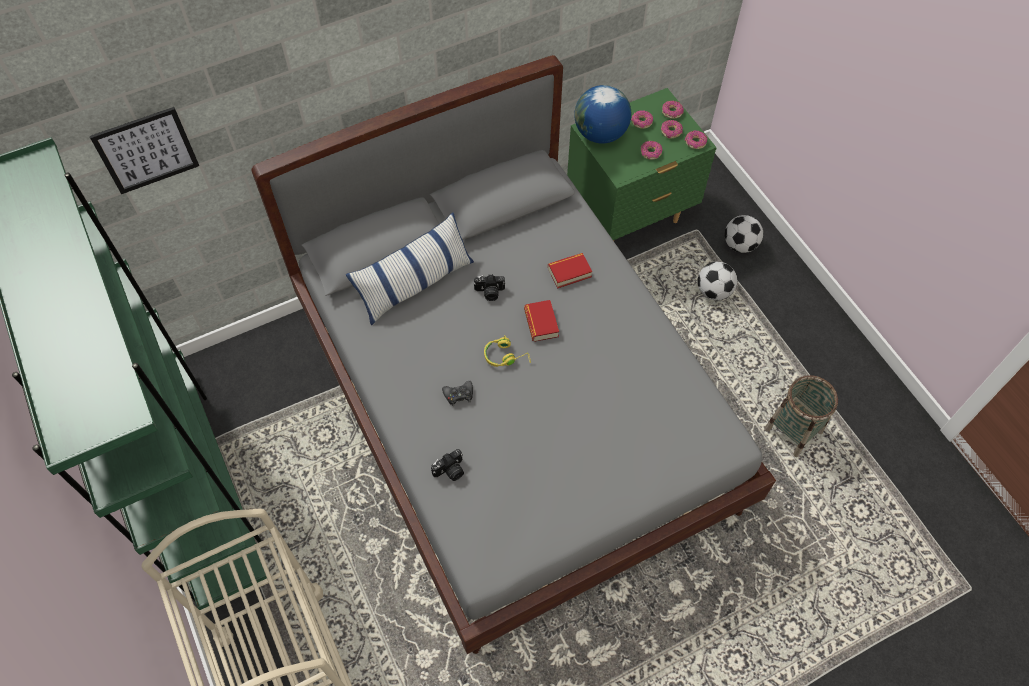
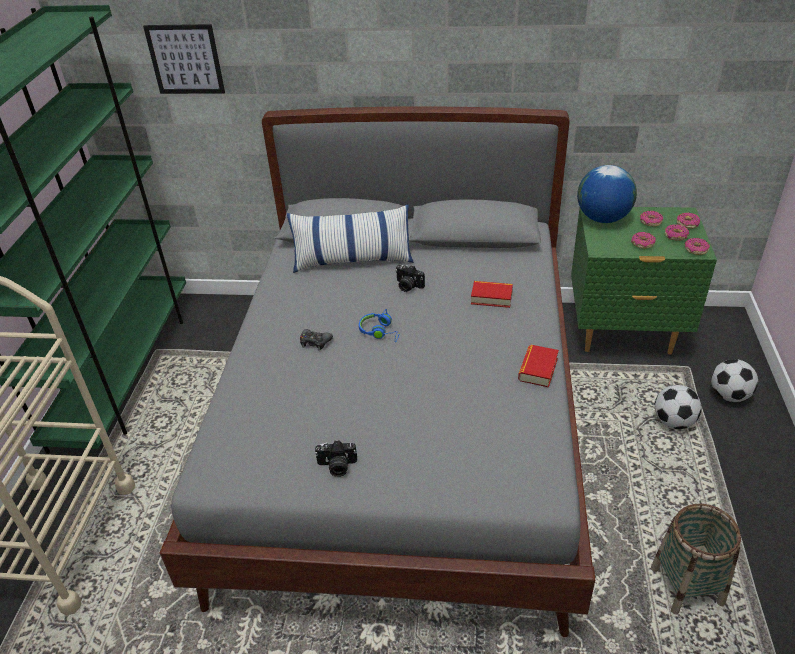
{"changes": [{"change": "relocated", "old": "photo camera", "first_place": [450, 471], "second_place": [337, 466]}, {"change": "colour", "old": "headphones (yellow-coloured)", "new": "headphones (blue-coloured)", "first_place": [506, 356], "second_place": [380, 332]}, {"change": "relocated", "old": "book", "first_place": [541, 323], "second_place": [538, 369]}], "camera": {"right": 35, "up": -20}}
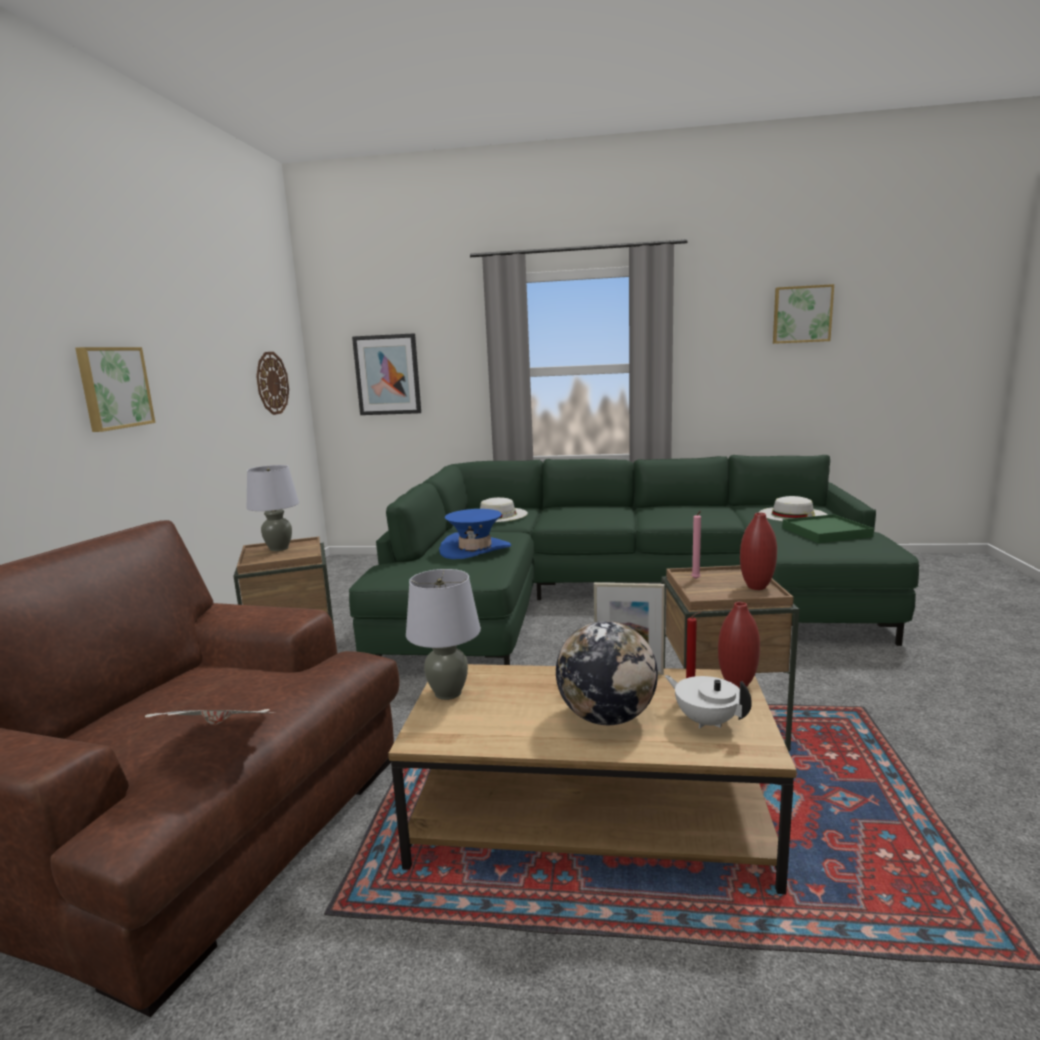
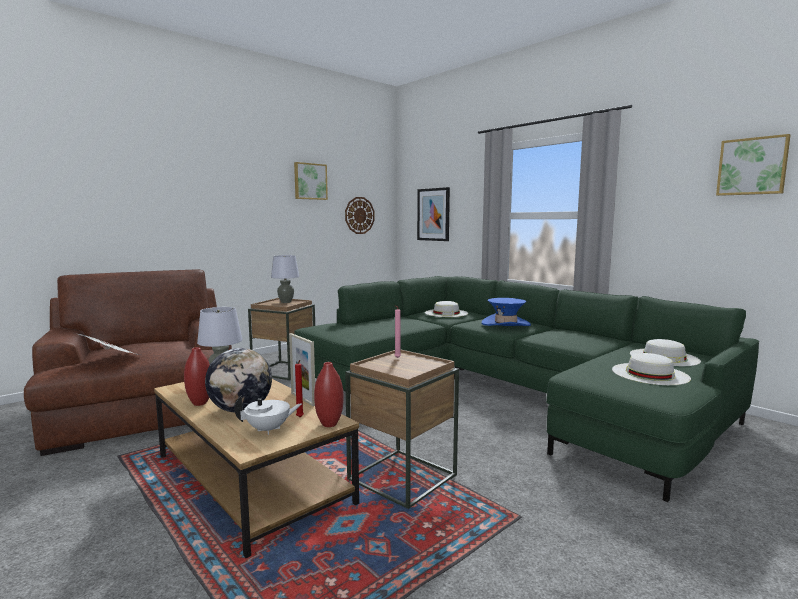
{"changes": [{"change": "relocated", "old": "wall art", "first_place": [113, 388], "second_place": [310, 181]}, {"change": "relocated", "old": "clothing hat (blue-coloured)", "first_place": [475, 549], "second_place": [505, 324]}, {"change": "spun", "old": "teapot (white-coloured)", "first_place": [706, 721], "second_place": [269, 429], "degrees": 75}, {"change": "relocated", "old": "decorative vase (red)", "first_place": [756, 587], "second_place": [200, 403]}, {"change": "exchanged", "old": "serving tray (greenish)", "new": "clothing hat (white-coloured)", "first_place": [826, 532], "second_place": [650, 374]}], "camera": {"right": 40, "up": -5}}
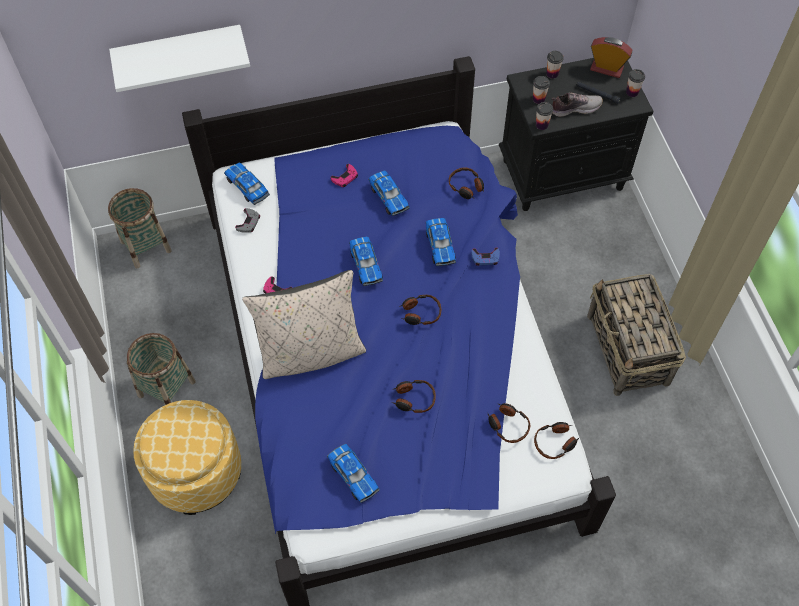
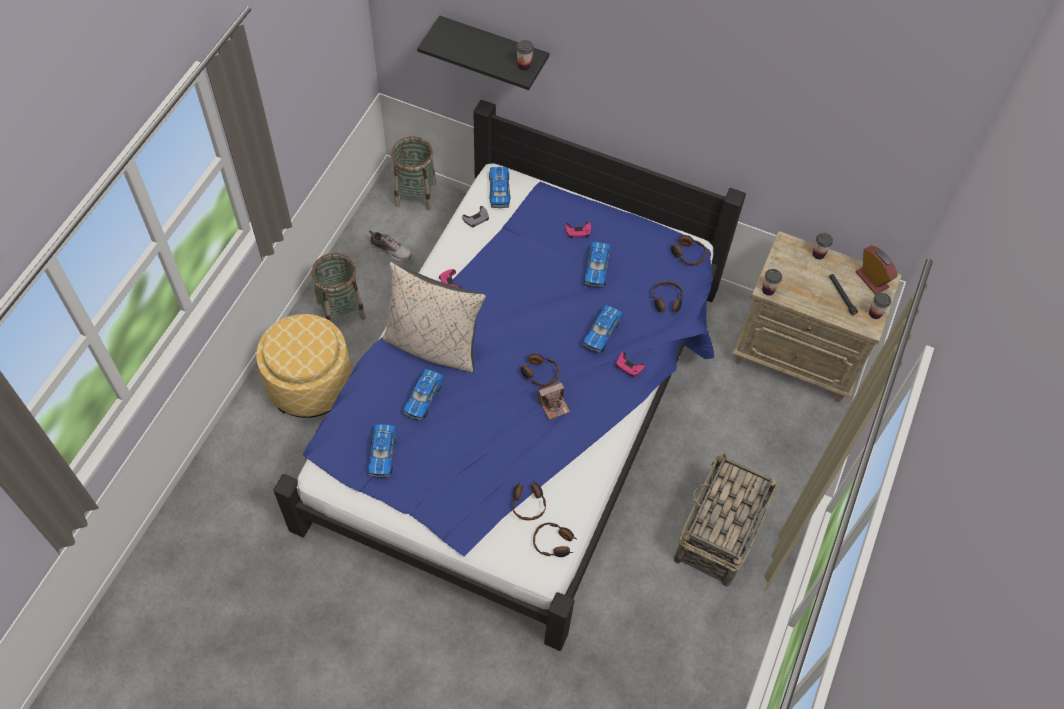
{"changes": [{"change": "colour", "old": "wall shelf (white-coloured)", "new": "wall shelf (black)", "first_place": [179, 54], "second_place": [494, 50]}, {"change": "relocated", "old": "toy car", "first_place": [366, 264], "second_place": [423, 397]}, {"change": "relocated", "old": "headphones", "first_place": [413, 399], "second_place": [687, 253]}, {"change": "colour", "old": "joypad (blue-coloured)", "new": "joypad (pink)", "first_place": [485, 258], "second_place": [629, 366]}, {"change": "colour", "old": "bedside table (black)", "new": "bedside table (beige)", "first_place": [563, 173], "second_place": [798, 355]}, {"change": "relocated", "old": "cup", "first_place": [538, 99], "second_place": [524, 65]}, {"change": "relocated", "old": "shoe", "first_place": [574, 108], "second_place": [391, 250]}, {"change": "appeared", "new": "photo camera", "second_place": [553, 405]}], "camera": {"right": 35, "up": 0}}
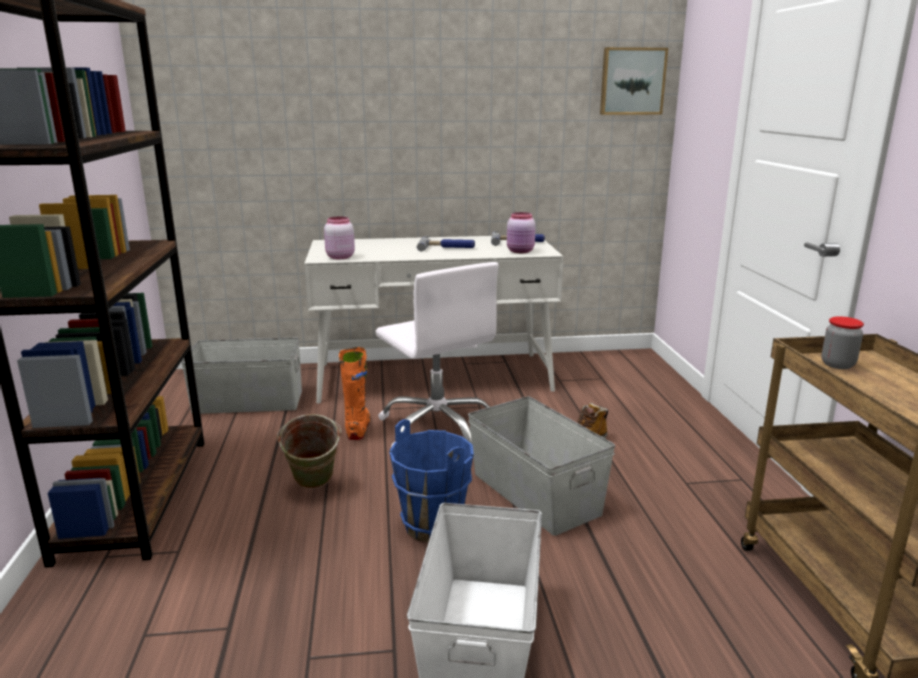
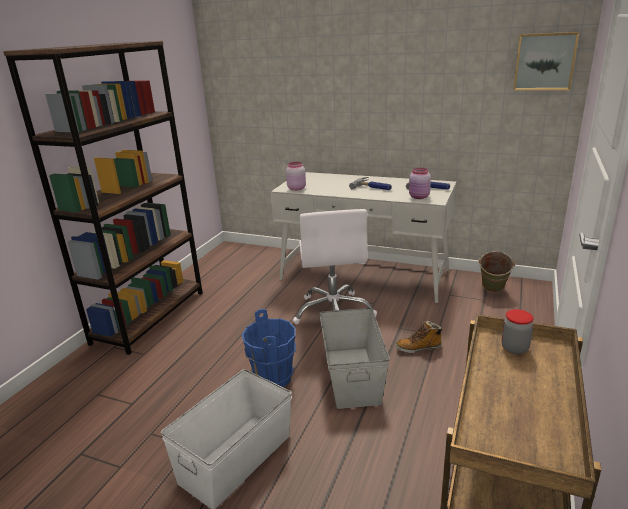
{"changes": [{"change": "missing", "old": "storage container (grey)", "first_place": [248, 401]}, {"change": "relocated", "old": "water bucket (greenish)", "first_place": [313, 487], "second_place": [492, 291]}, {"change": "missing", "old": "high-top boot (orangey)", "first_place": [358, 428]}], "camera": {"right": 30, "up": 5}}
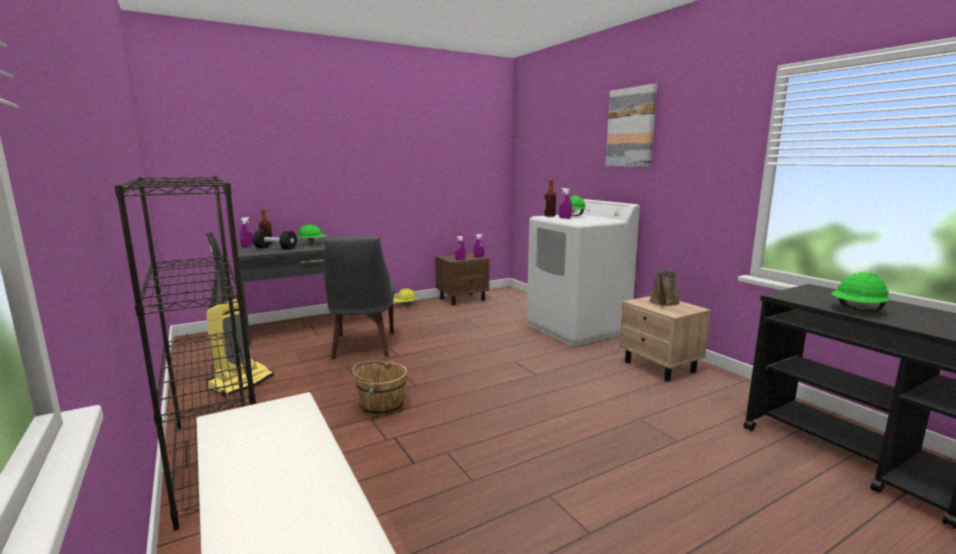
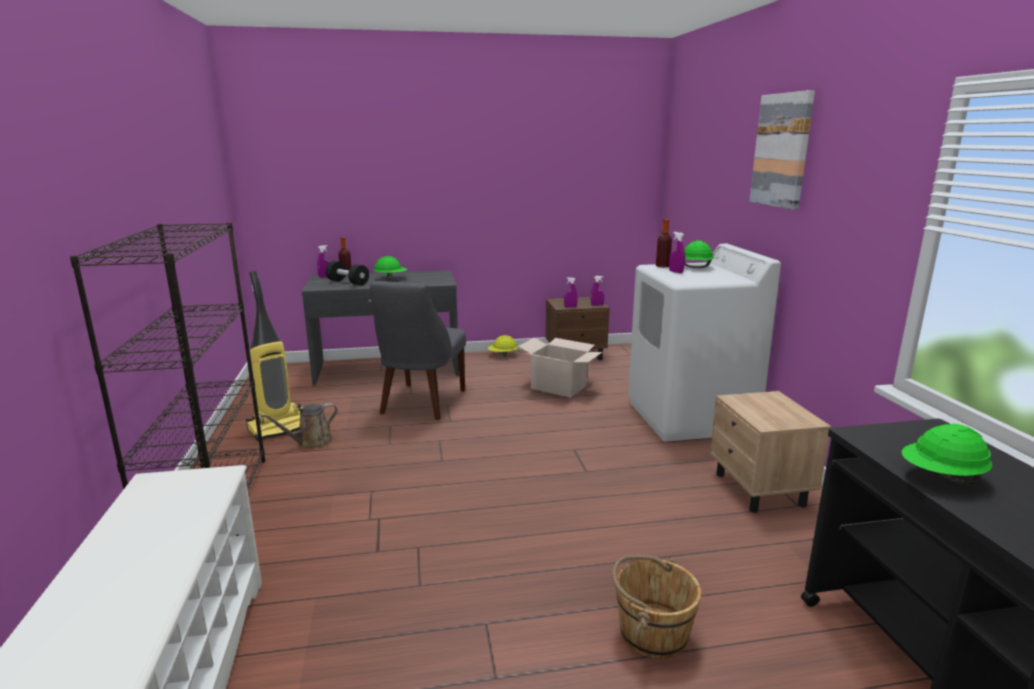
{"changes": [{"change": "relocated", "old": "water bucket (brown)", "first_place": [381, 406], "second_place": [652, 632]}, {"change": "relocated", "old": "watering pot (brown)", "first_place": [663, 302], "second_place": [311, 442]}, {"change": "appeared", "new": "packing box", "second_place": [558, 387]}], "camera": {"right": 20, "up": 5}}
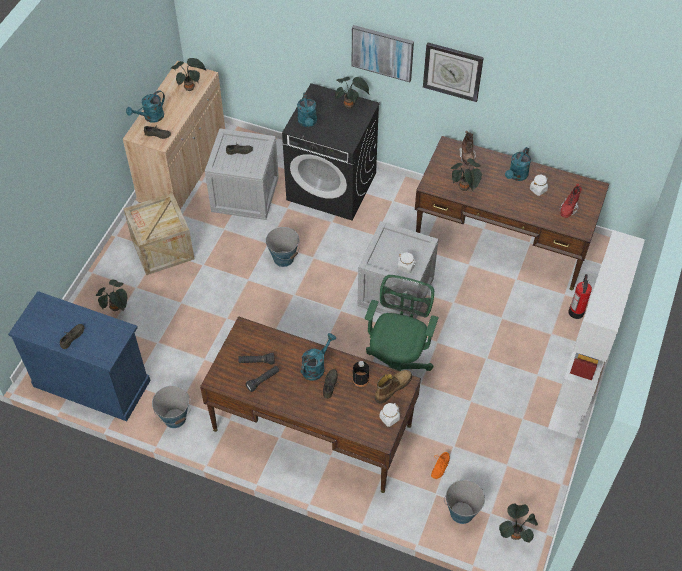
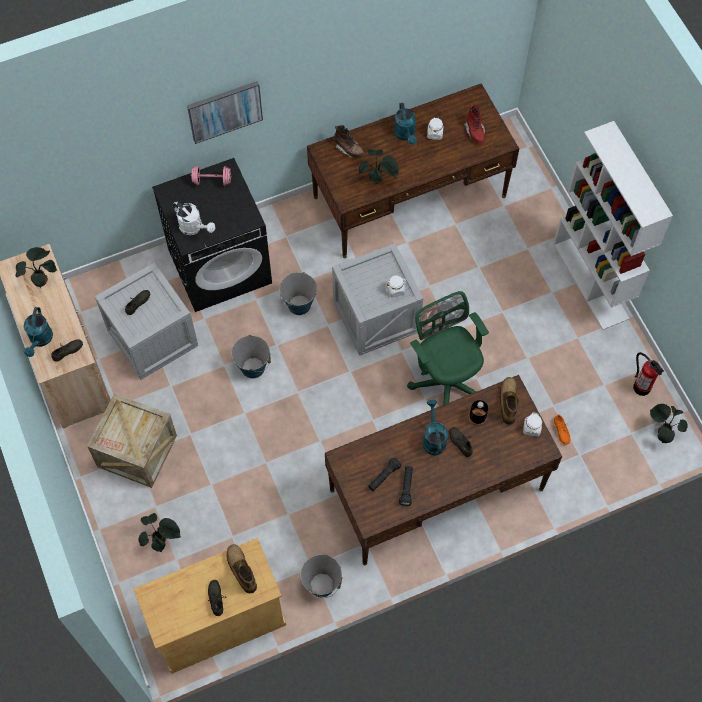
{"changes": [{"change": "colour", "old": "storage cabinet (blue-coloured)", "new": "storage cabinet (beige)", "first_place": [92, 383], "second_place": [218, 622]}, {"change": "colour", "old": "watering pot (blue-green)", "new": "watering pot (white-coloured)", "first_place": [308, 123], "second_place": [194, 227]}, {"change": "exchanged", "old": "houseplant", "new": "hand weight (pink)", "first_place": [350, 105], "second_place": [212, 180]}, {"change": "missing", "old": "clock on the wall", "first_place": [452, 71]}, {"change": "relocated", "old": "water bucket", "first_place": [461, 512], "second_place": [299, 305]}, {"change": "relocated", "old": "fire-fighting cylinder", "first_place": [576, 312], "second_place": [642, 387]}, {"change": "appeared", "new": "high-top boot", "second_place": [241, 570]}], "camera": {"right": -45, "up": 10}}
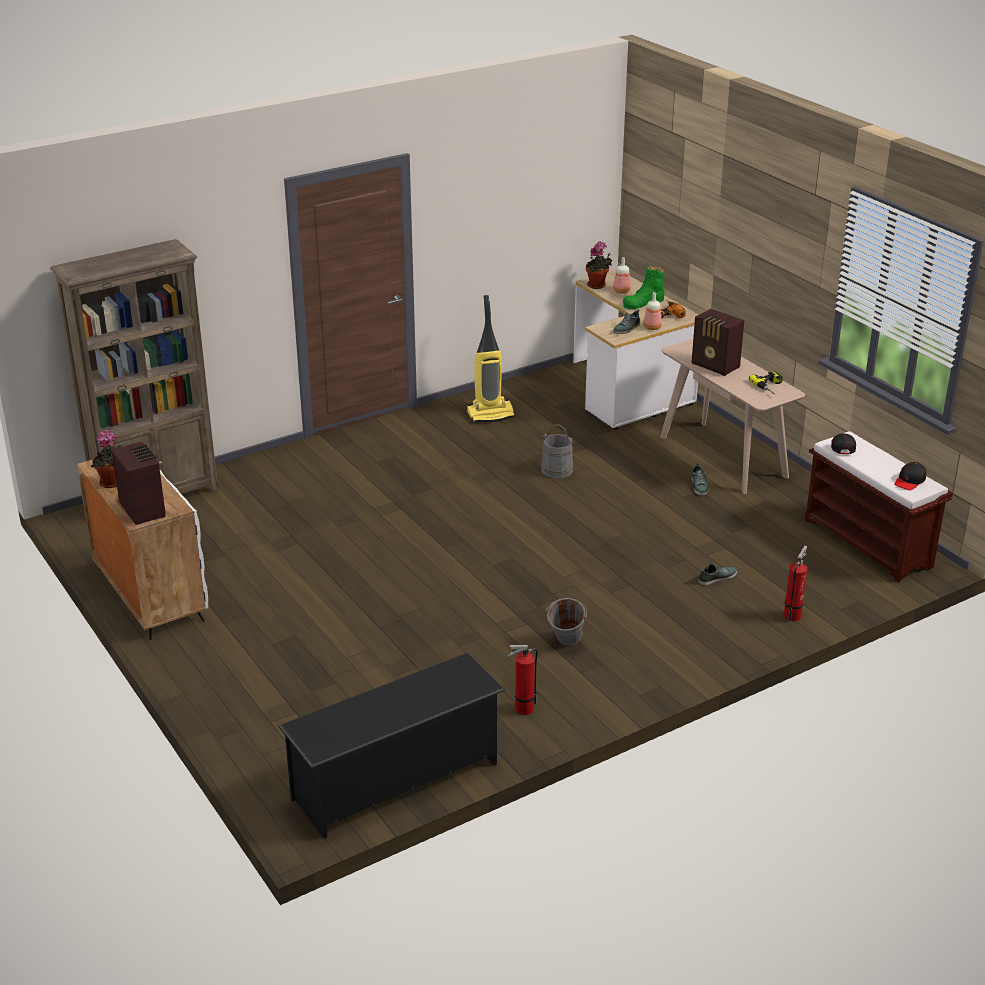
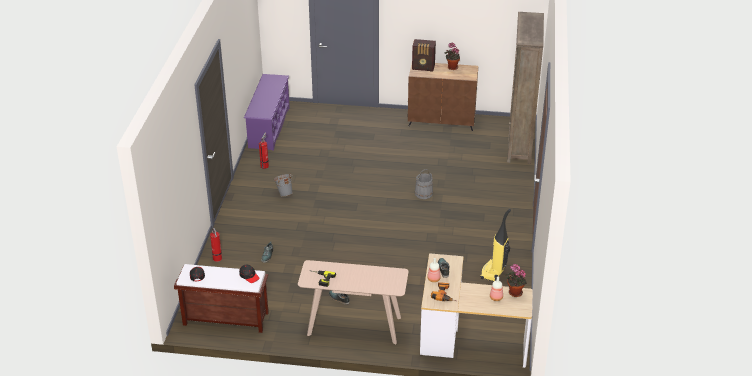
{"changes": [{"change": "colour", "old": "storage cabinet (white-coloured)", "new": "storage cabinet (brown)", "first_place": [149, 594], "second_place": [442, 121]}, {"change": "colour", "old": "shoe shelf (black)", "new": "shoe shelf (purple-coloured)", "first_place": [396, 781], "second_place": [269, 127]}, {"change": "relocated", "old": "water bucket (grey)", "first_place": [557, 470], "second_place": [423, 193]}, {"change": "missing", "old": "high-top boot (greenish)", "first_place": [643, 303]}, {"change": "missing", "old": "radio receiver", "first_place": [715, 366]}], "camera": {"right": 130, "up": 5}}
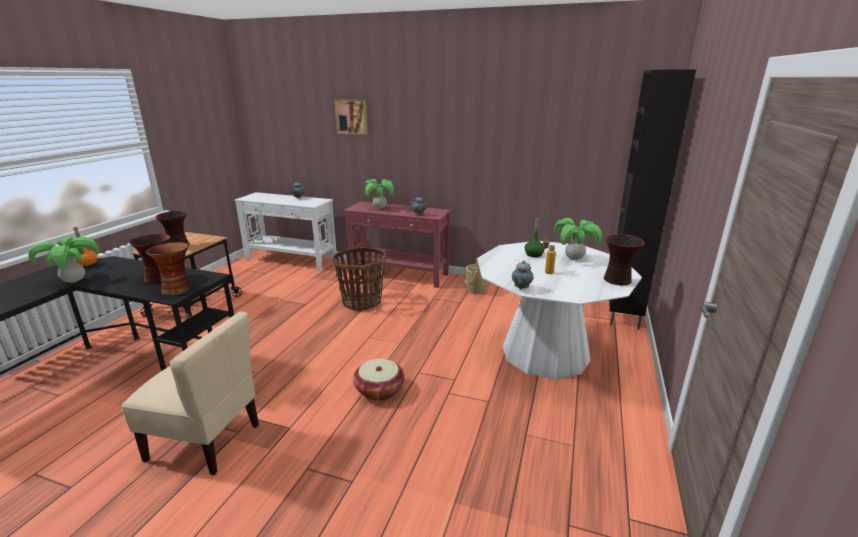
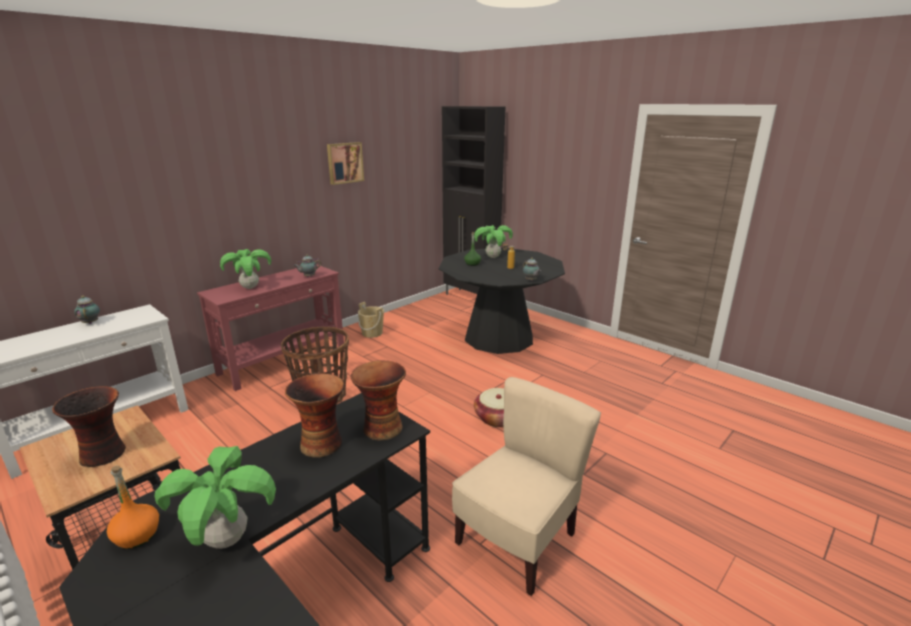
{"changes": [{"change": "relocated", "old": "wall art", "first_place": [351, 116], "second_place": [344, 163]}, {"change": "colour", "old": "dining table (white-coloured)", "new": "dining table (black)", "first_place": [545, 353], "second_place": [498, 337]}, {"change": "missing", "old": "decorative vase", "first_place": [617, 280]}], "camera": {"right": -65, "up": 0}}
